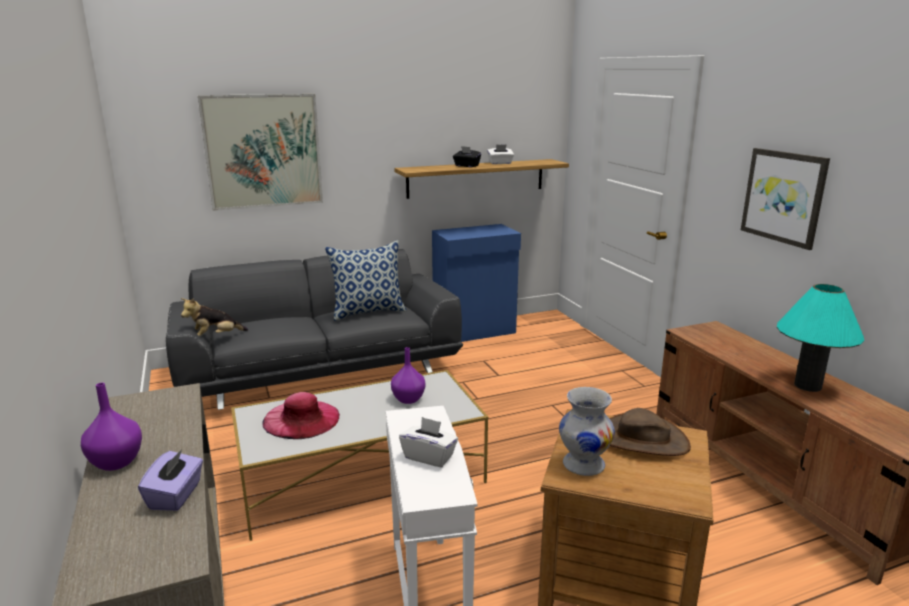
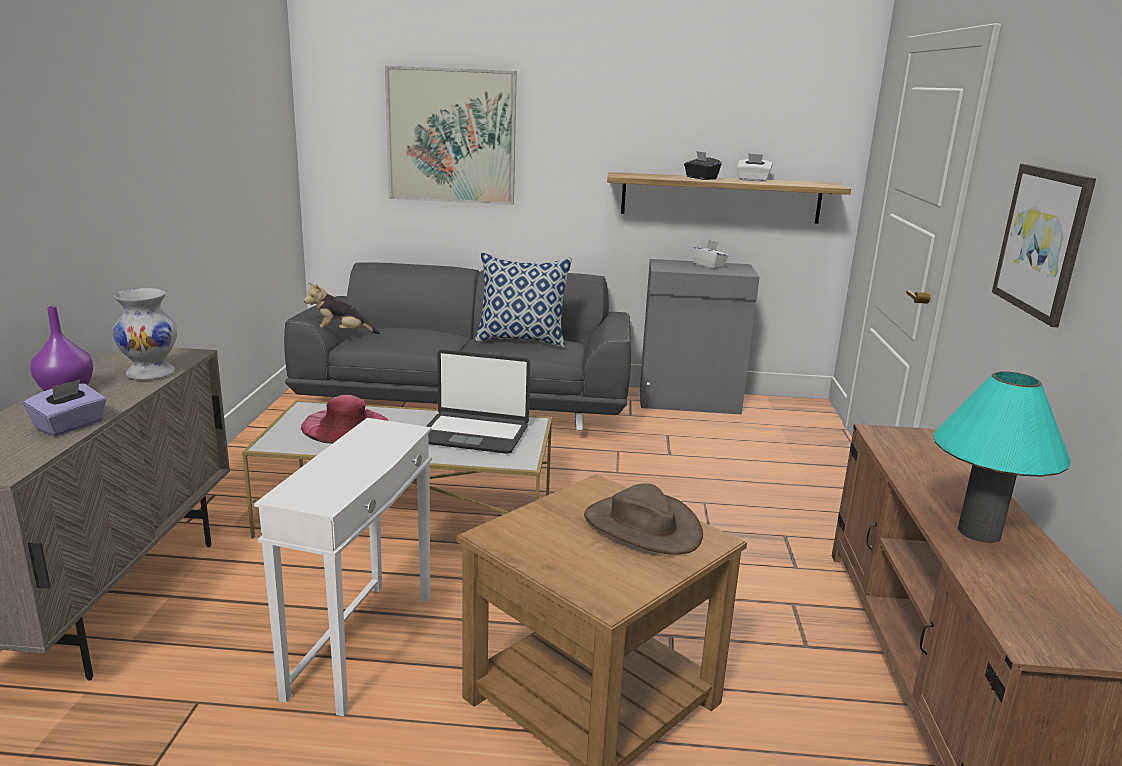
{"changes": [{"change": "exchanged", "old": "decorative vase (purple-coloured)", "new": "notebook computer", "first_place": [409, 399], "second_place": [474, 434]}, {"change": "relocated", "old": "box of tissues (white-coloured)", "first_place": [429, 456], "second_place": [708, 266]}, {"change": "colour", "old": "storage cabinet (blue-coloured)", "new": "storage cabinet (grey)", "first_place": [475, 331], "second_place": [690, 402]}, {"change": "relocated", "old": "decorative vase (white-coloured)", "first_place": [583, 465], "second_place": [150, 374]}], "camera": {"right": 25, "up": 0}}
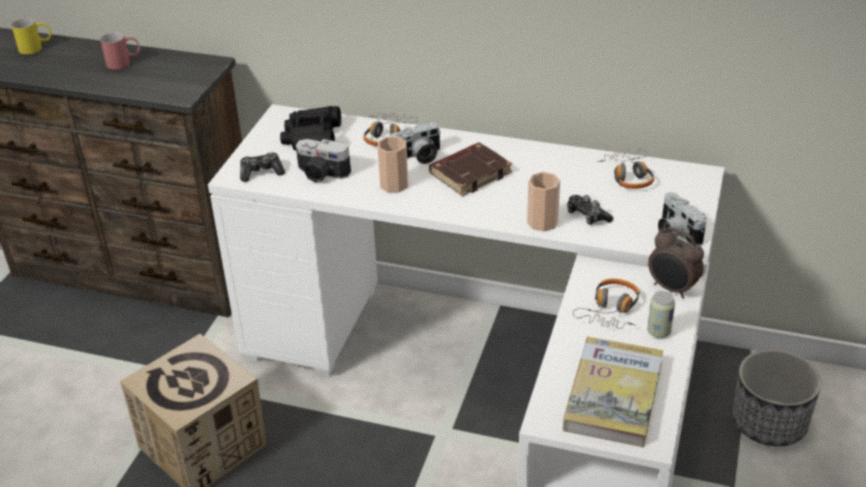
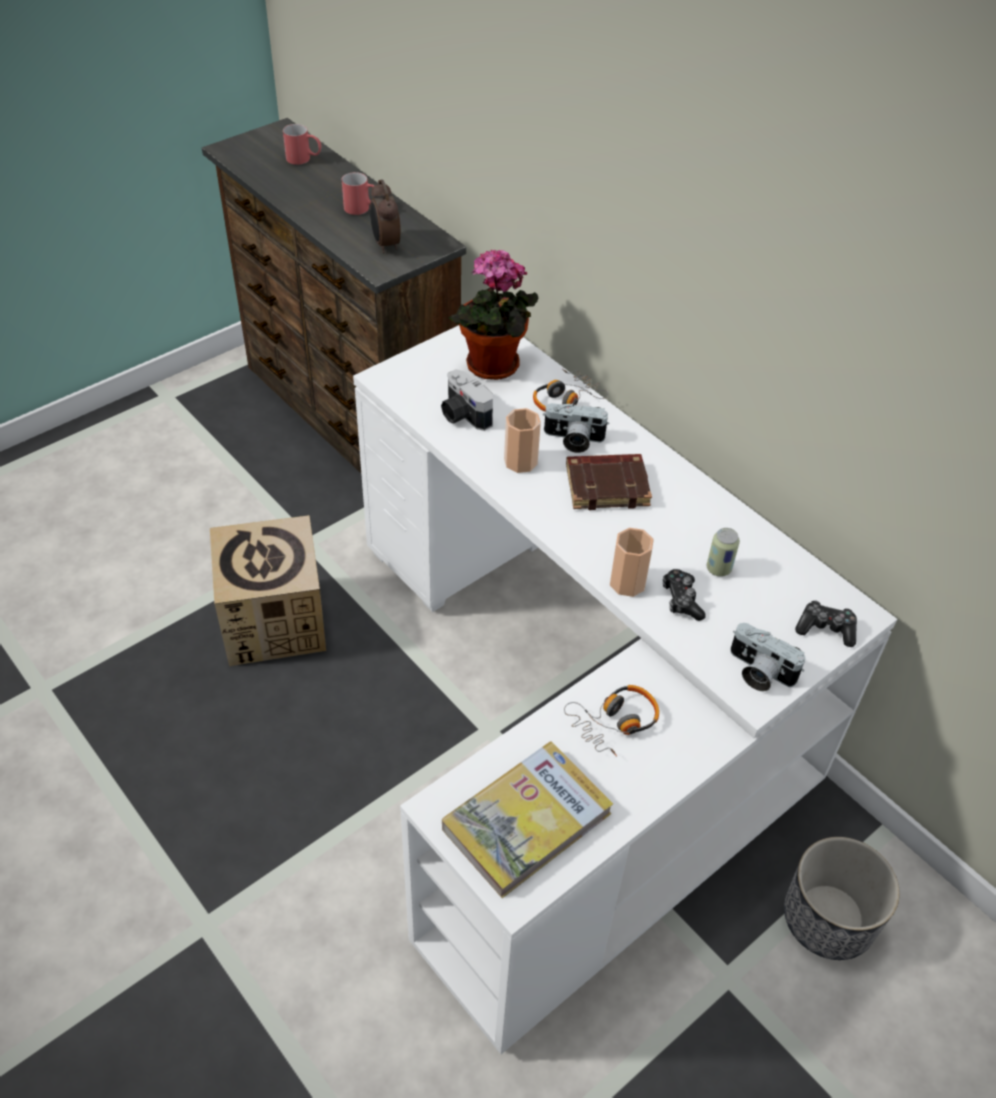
{"changes": [{"change": "colour", "old": "mug (yellow-coloured)", "new": "mug (red)", "first_place": [36, 48], "second_place": [304, 159]}, {"change": "relocated", "old": "joypad", "first_place": [261, 172], "second_place": [825, 629]}, {"change": "exchanged", "old": "pair of binoculars (black)", "new": "houseplant", "first_place": [312, 138], "second_place": [492, 368]}, {"change": "missing", "old": "headphones", "first_place": [629, 175]}, {"change": "relocated", "old": "metal can", "first_place": [658, 332], "second_place": [718, 568]}, {"change": "relocated", "old": "bedside clock", "first_place": [672, 289], "second_place": [385, 244]}, {"change": "spun", "old": "photo camera", "first_place": [675, 233], "second_place": [758, 672], "degrees": -60}], "camera": {"right": 30, "up": 10}}
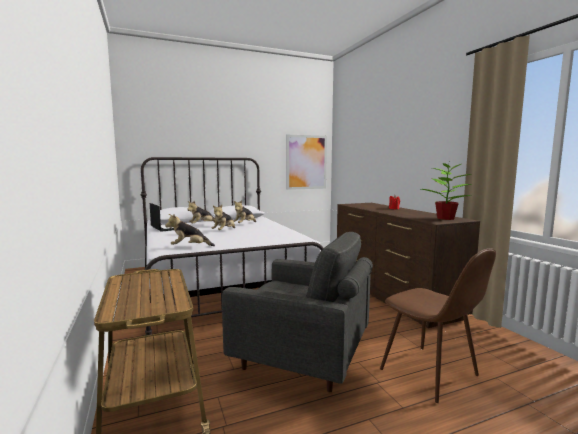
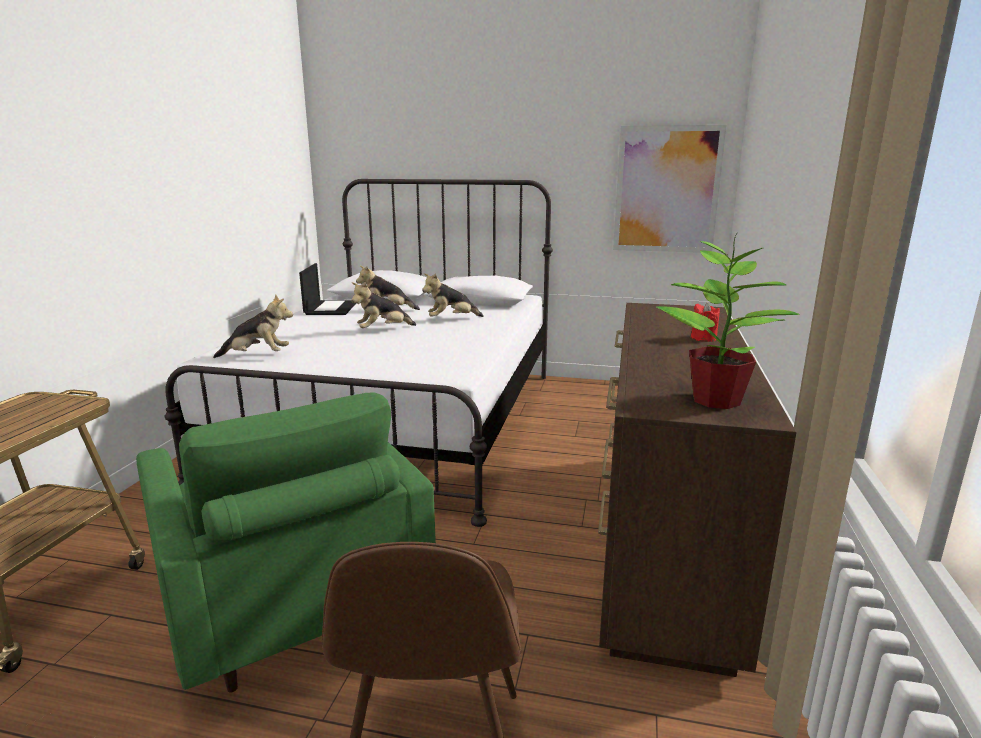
{"changes": [{"change": "spun", "old": "cuddly toy", "first_place": [189, 247], "second_place": [257, 356], "degrees": 150}, {"change": "colour", "old": "lounge chair (grey)", "new": "lounge chair (greenish)", "first_place": [302, 358], "second_place": [293, 608]}], "camera": {"right": 35, "up": 10}}
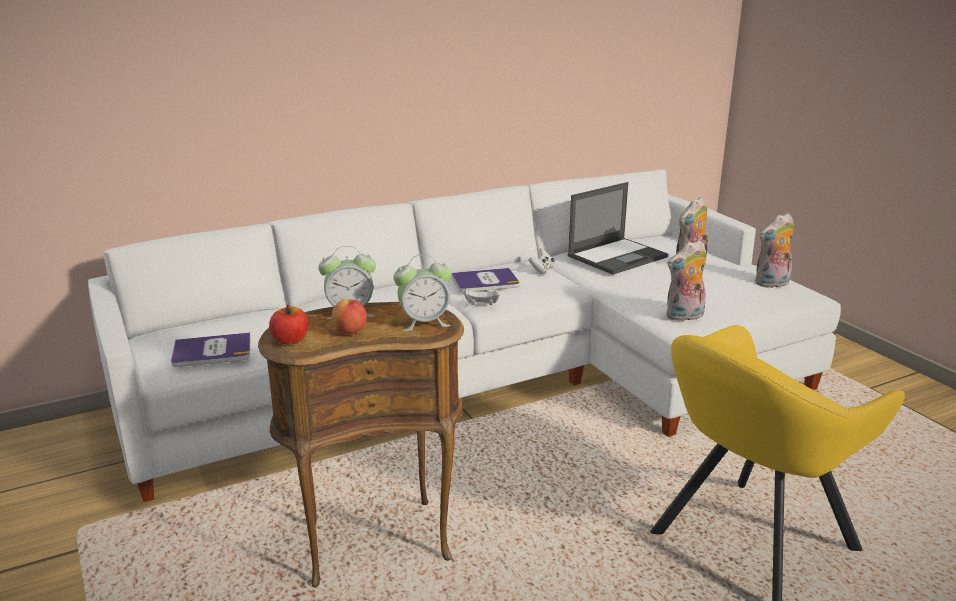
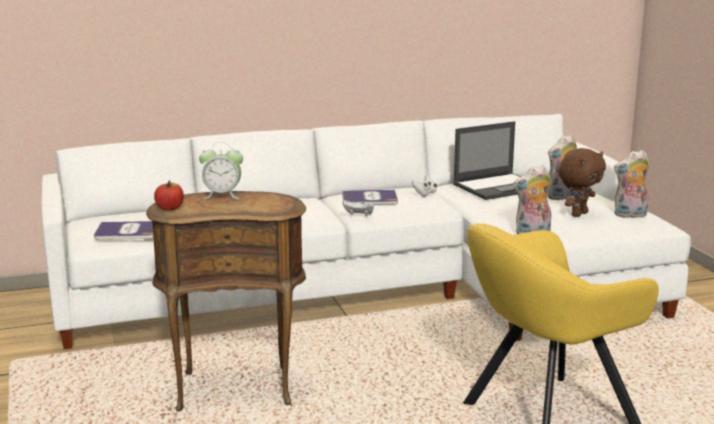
{"changes": [{"change": "missing", "old": "apple", "first_place": [350, 332]}, {"change": "missing", "old": "bedside clock", "first_place": [424, 323]}, {"change": "appeared", "new": "cuddly toy (brown)", "second_place": [578, 214]}], "camera": {"right": 10, "up": -5}}
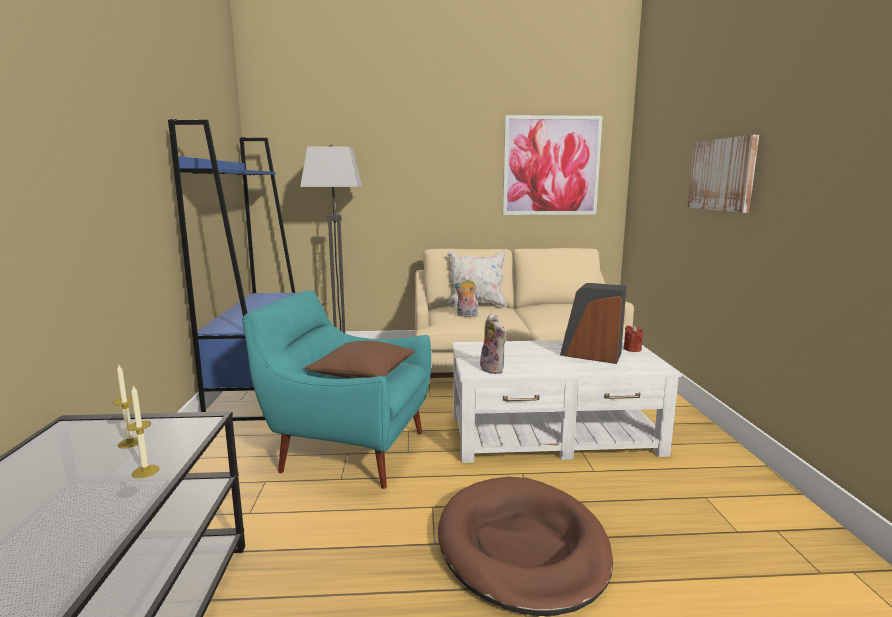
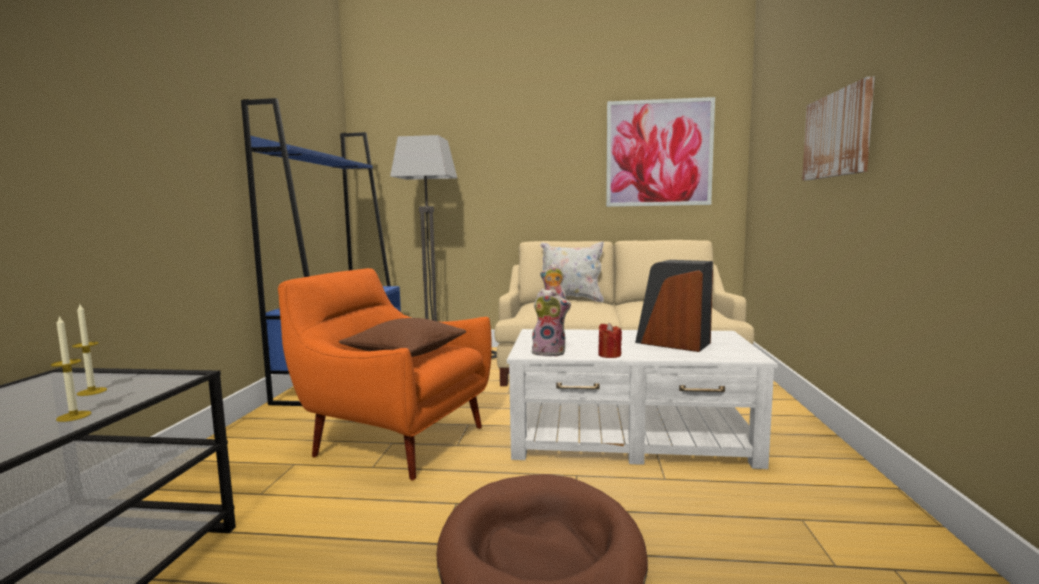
{"changes": [{"change": "colour", "old": "lounge chair (blue-green)", "new": "lounge chair (orangey)", "first_place": [347, 450], "second_place": [394, 439]}, {"change": "spun", "old": "cuddly toy", "first_place": [494, 369], "second_place": [550, 352], "degrees": -60}, {"change": "relocated", "old": "wax candle (red)", "first_place": [632, 349], "second_place": [609, 355]}], "camera": {"right": 10, "up": -5}}
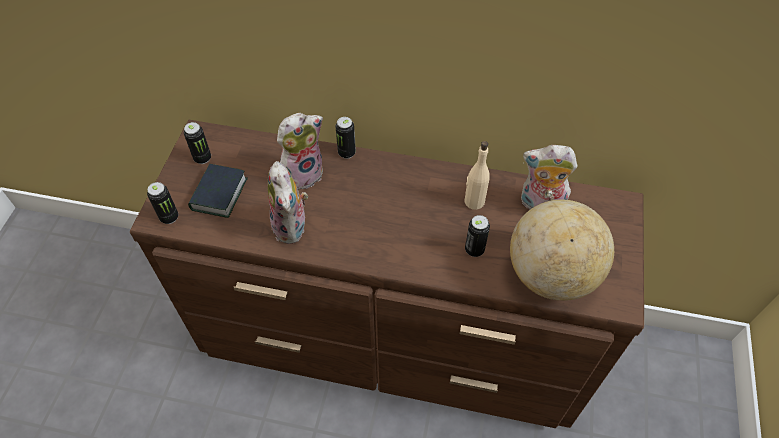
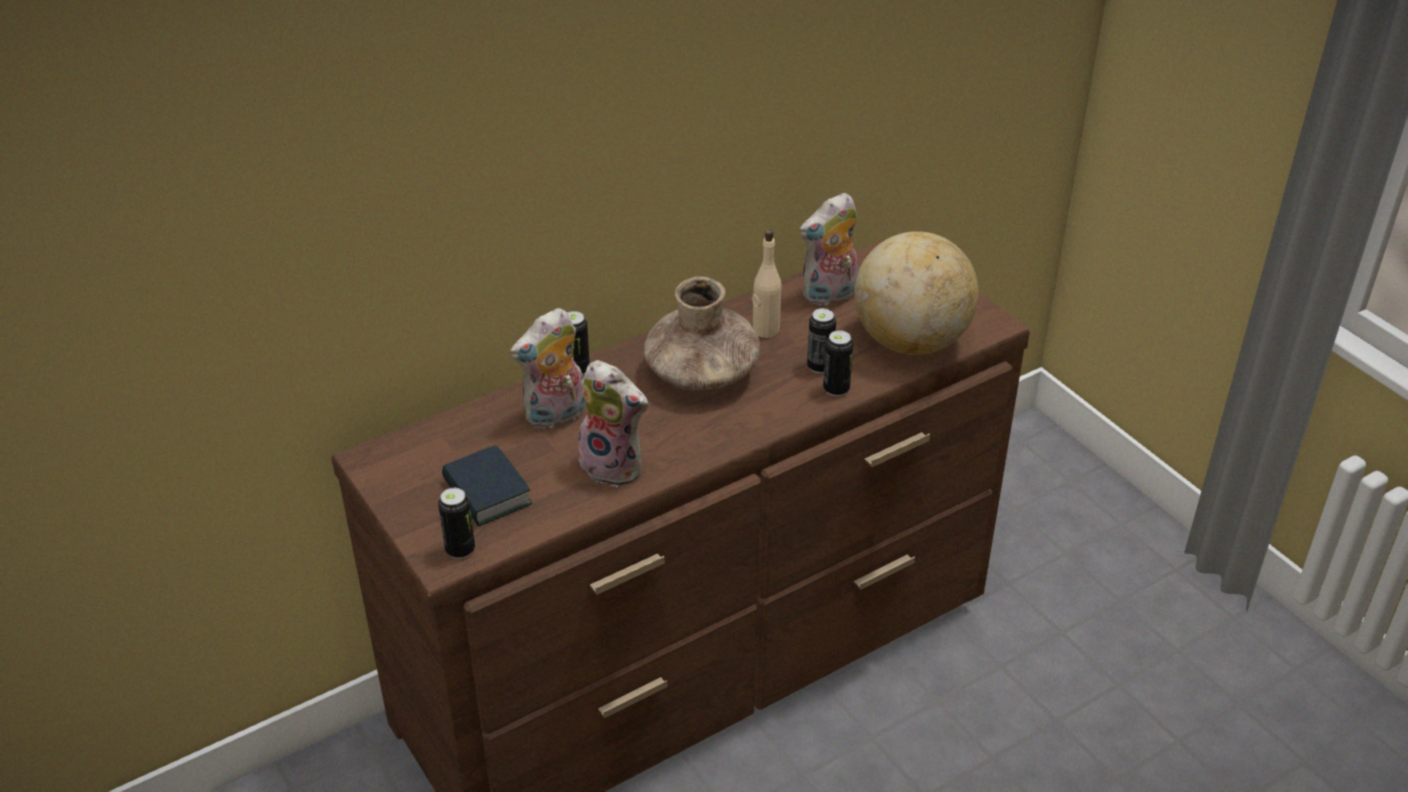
{"changes": [{"change": "relocated", "old": "metal can", "first_place": [202, 158], "second_place": [836, 389]}, {"change": "spun", "old": "cuddly toy", "first_place": [303, 173], "second_place": [555, 416], "degrees": -135}, {"change": "appeared", "new": "decorative vase (brown)", "second_place": [702, 373]}], "camera": {"right": -45, "up": -15}}
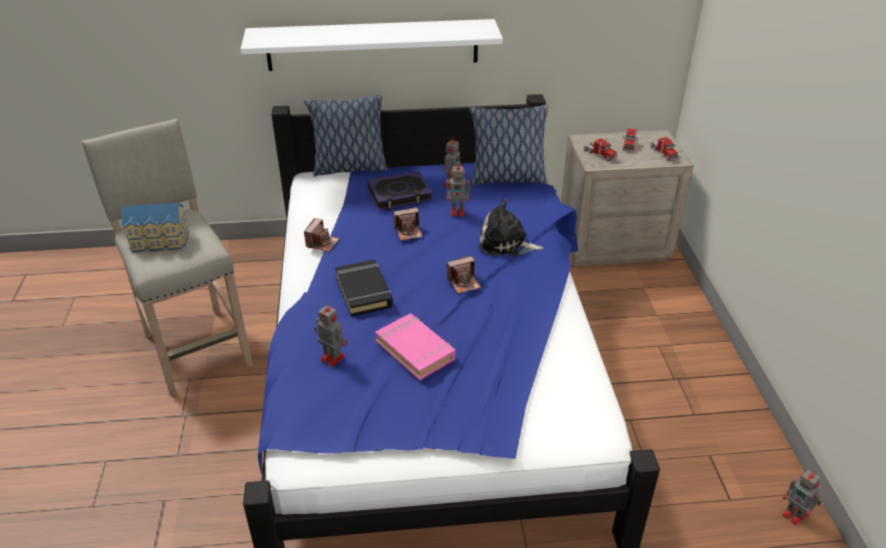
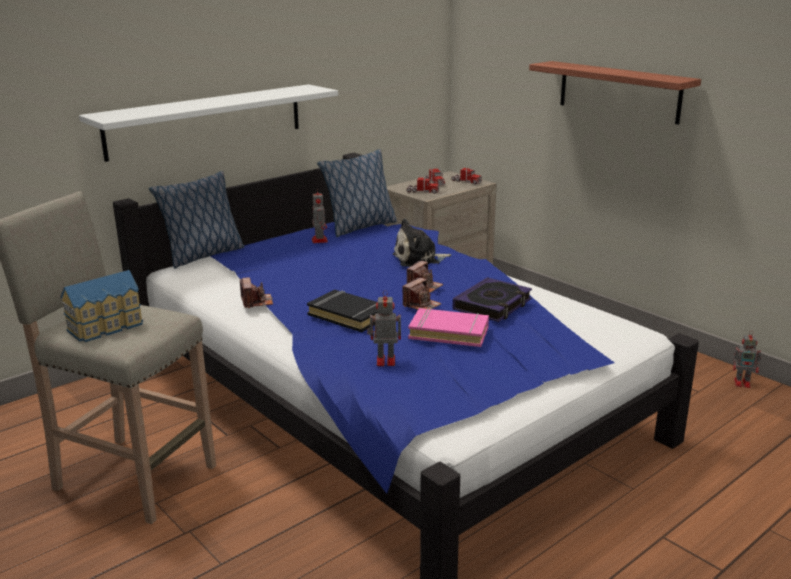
{"changes": [{"change": "relocated", "old": "book", "first_place": [399, 195], "second_place": [492, 305]}, {"change": "relocated", "old": "photo camera", "first_place": [408, 232], "second_place": [421, 305]}, {"change": "missing", "old": "model robot", "first_place": [458, 212]}, {"change": "appeared", "new": "wall shelf", "second_place": [618, 91]}], "camera": {"right": -35, "up": -15}}
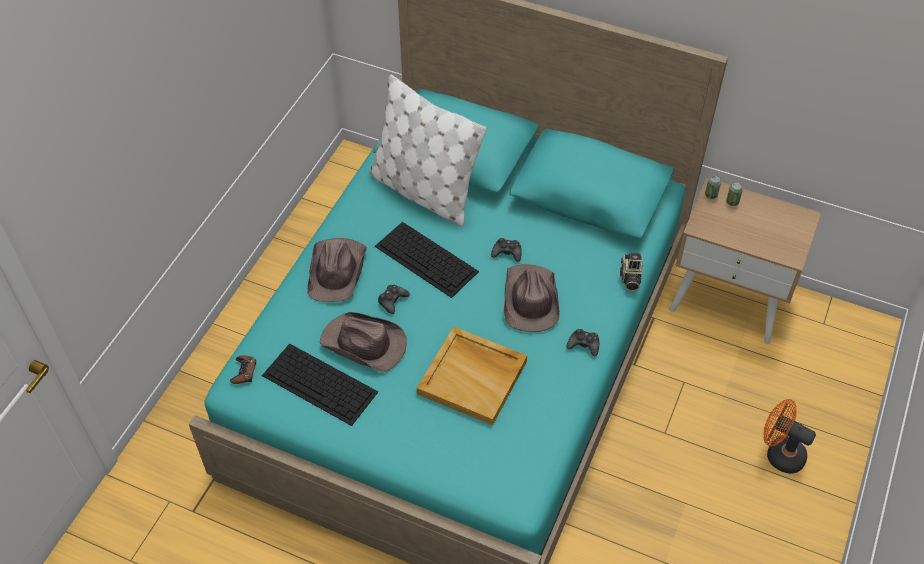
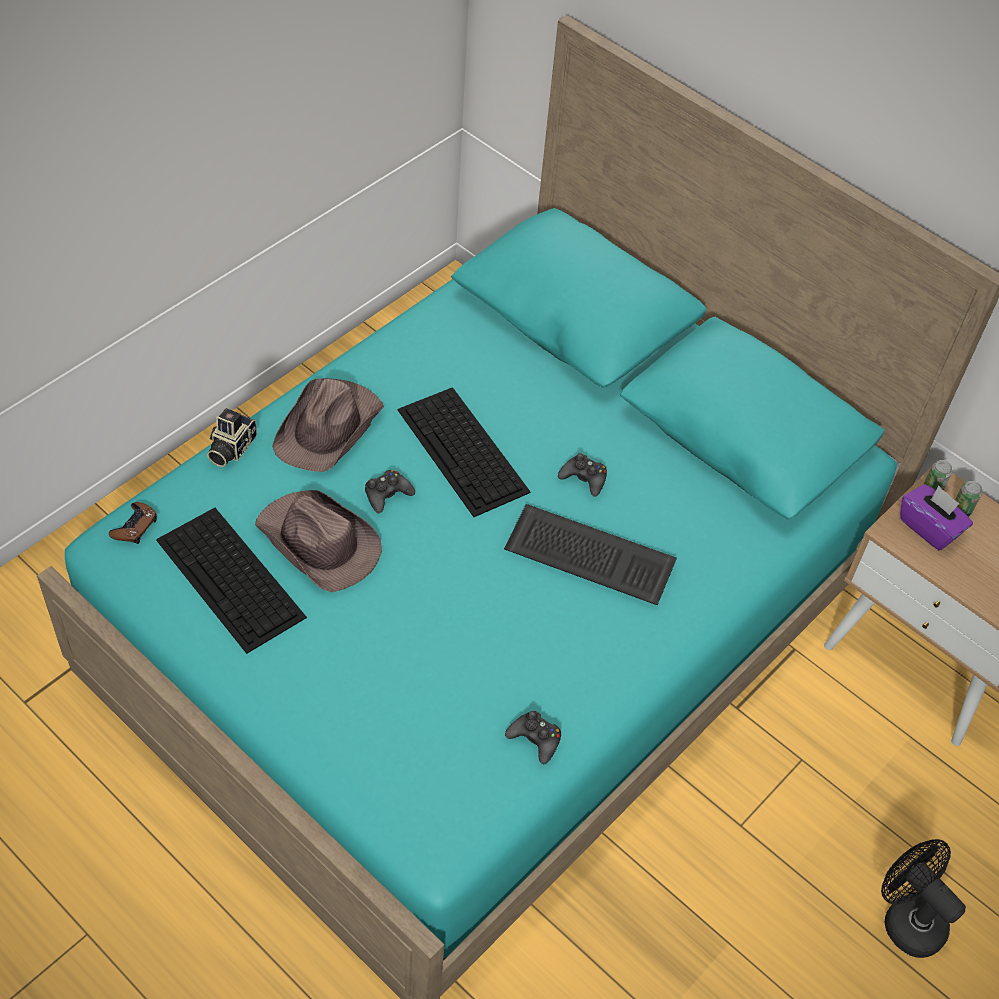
{"changes": [{"change": "missing", "old": "throw pillow (white-coloured)", "first_place": [424, 191]}, {"change": "missing", "old": "serving tray (beige)", "first_place": [473, 377]}, {"change": "exchanged", "old": "clothing hat (brown)", "new": "computer keyboard", "first_place": [530, 300], "second_place": [587, 557]}, {"change": "relocated", "old": "joypad (black)", "first_place": [584, 345], "second_place": [535, 739]}, {"change": "relocated", "old": "photo camera", "first_place": [630, 278], "second_place": [230, 448]}, {"change": "colour", "old": "electric fan (orangey)", "new": "electric fan (black)", "first_place": [779, 453], "second_place": [906, 919]}, {"change": "appeared", "new": "box of tissues (purple-coloured)", "second_place": [929, 527]}], "camera": {"right": 15, "up": 0}}
